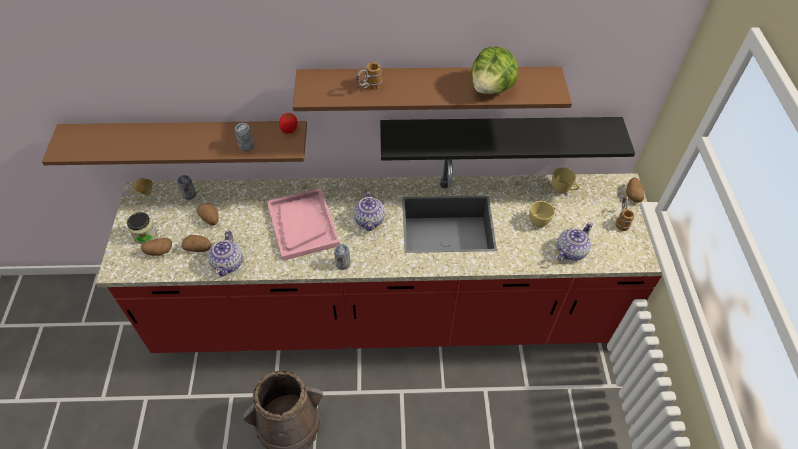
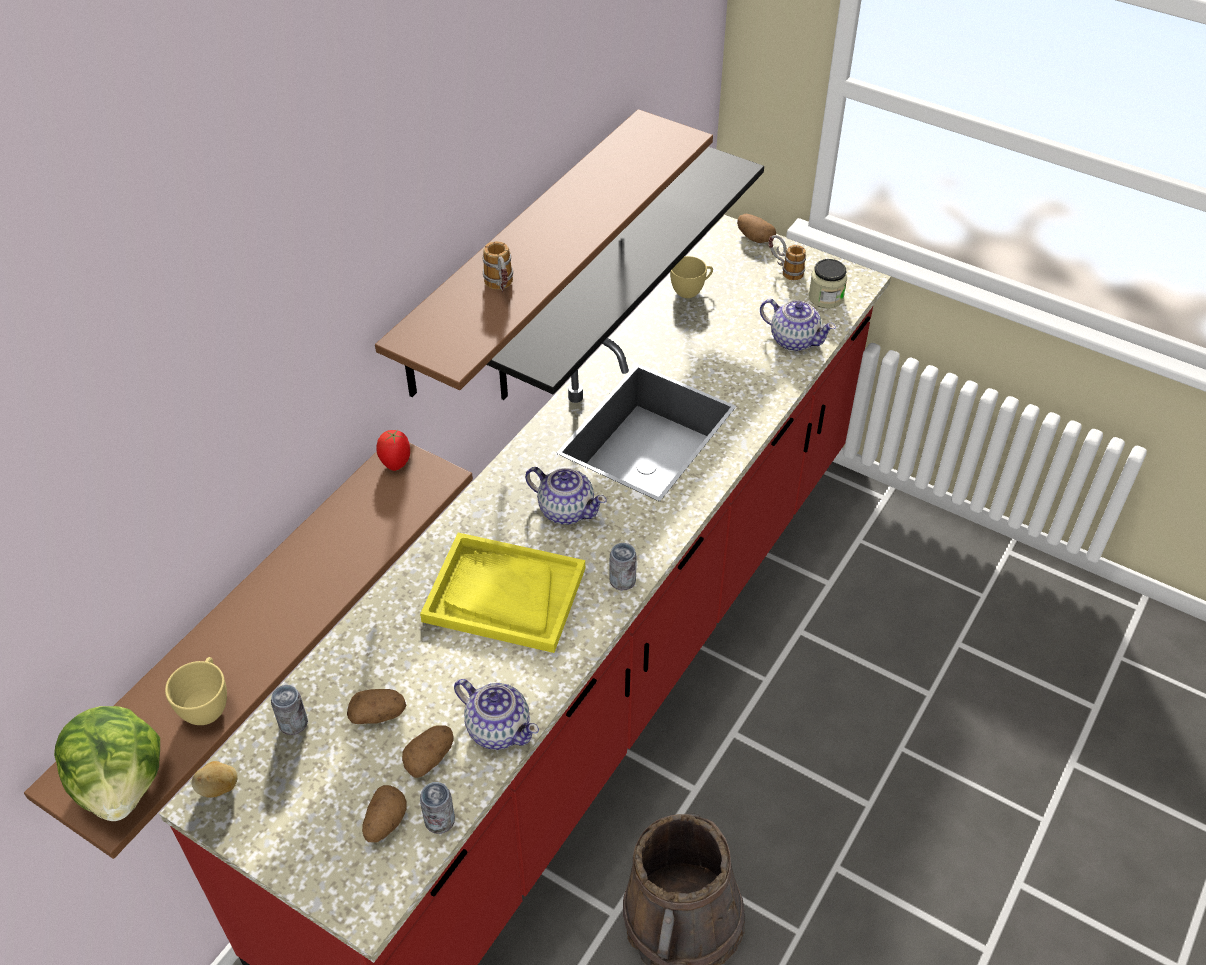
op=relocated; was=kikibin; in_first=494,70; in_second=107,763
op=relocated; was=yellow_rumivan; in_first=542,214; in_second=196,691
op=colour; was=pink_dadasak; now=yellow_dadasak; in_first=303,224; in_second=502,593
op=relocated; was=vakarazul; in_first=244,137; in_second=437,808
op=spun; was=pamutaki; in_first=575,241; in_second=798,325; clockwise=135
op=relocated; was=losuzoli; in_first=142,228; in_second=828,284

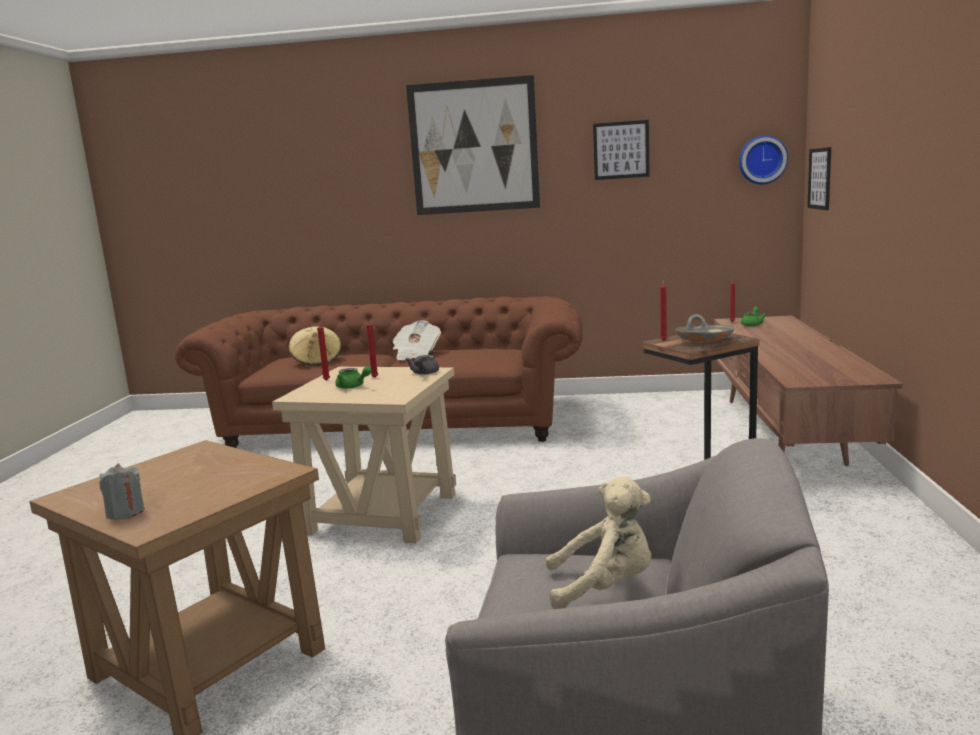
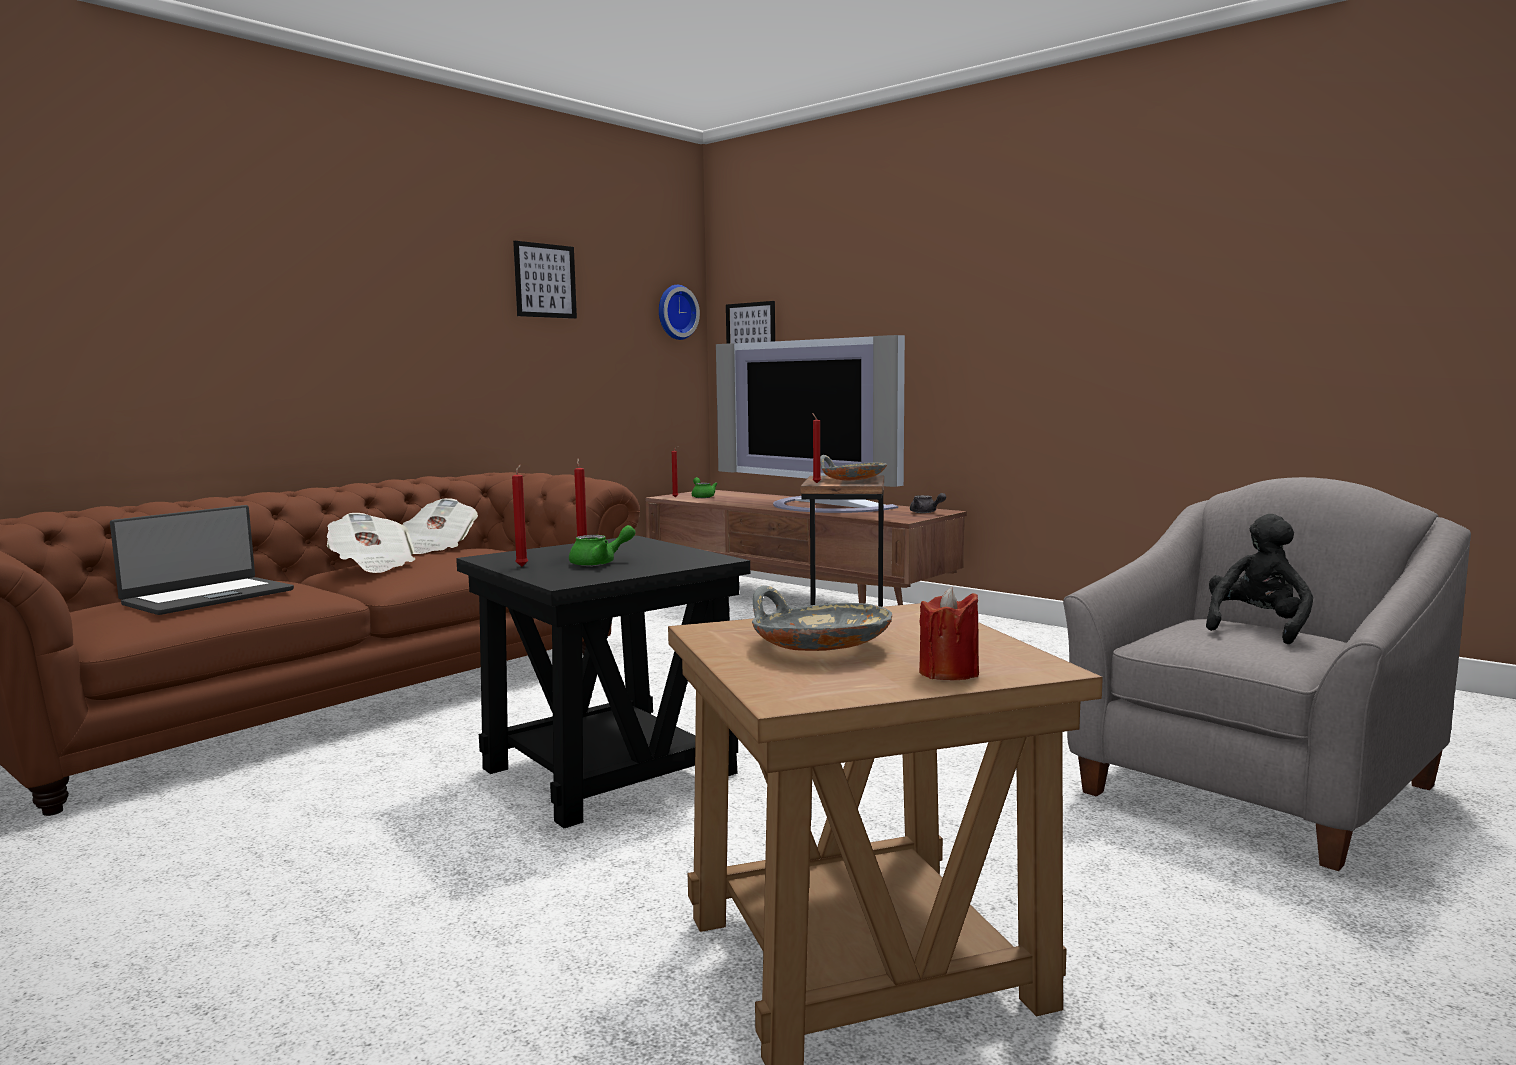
op=exchanged; was=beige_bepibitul; now=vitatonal; in_first=314,346; in_second=202,560
op=appeared; now=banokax; in_second=440,526
op=colour; was=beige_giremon; now=black_giremon; in_first=364,455; in_second=603,682
op=appeared; now=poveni; in_second=810,424
op=appeared; now=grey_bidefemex; in_second=822,618
op=relocated; was=grey_pamutaki; in_first=422,365; in_second=928,503
op=colour; was=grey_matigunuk; now=red_matigunuk; in_first=121,491; in_second=949,633
op=colour; was=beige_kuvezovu; now=black_kuvezovu; in_first=599,543; in_second=1259,579
op=missing; was=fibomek; in_first=473,145

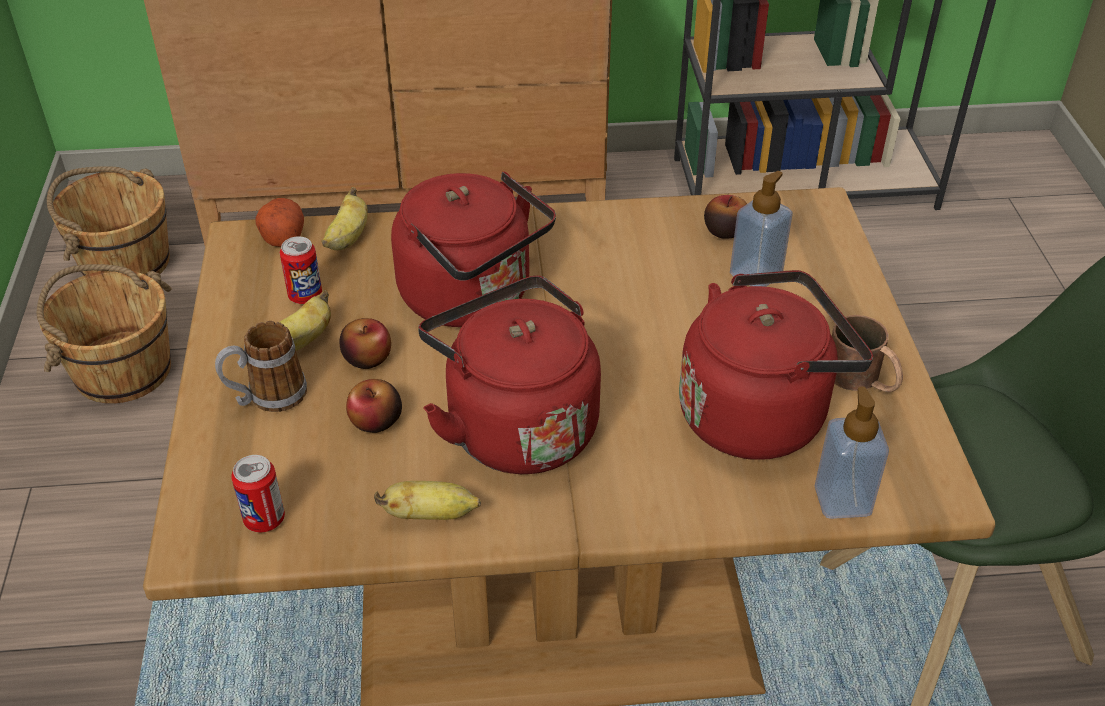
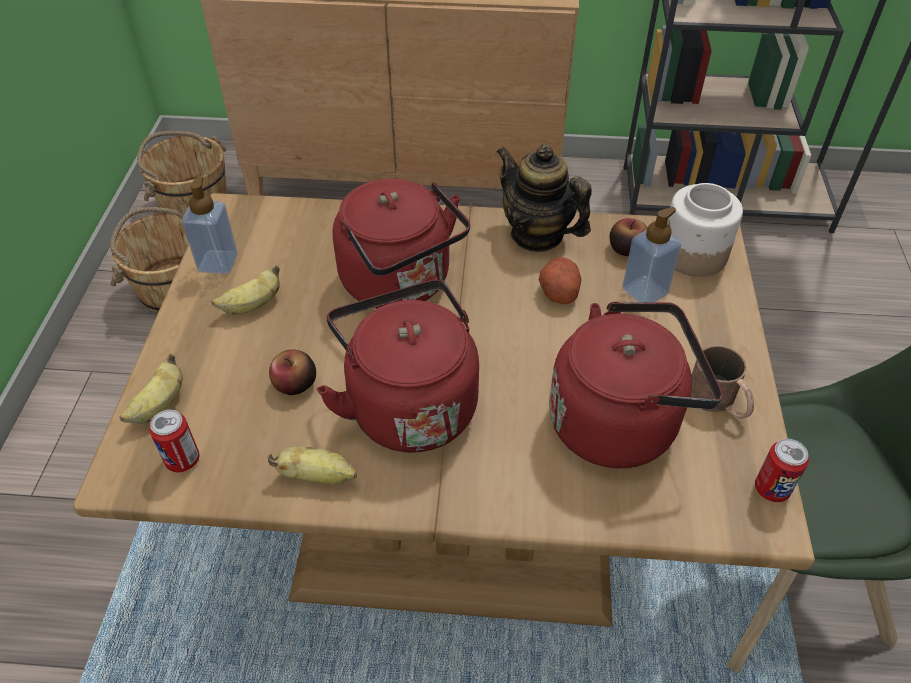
op=relocated; was=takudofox; in_first=345,218; in_second=151,389
op=relocated; was=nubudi; in_first=852,453; in_second=210,225
op=appeared; now=pamutaki; in_second=544,198
op=relocated; was=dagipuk; in_first=280,222; in_second=560,280
op=appeared; now=losuzoli; in_second=705,230
op=relocated; was=vakarazul; in_first=301,270; in_second=782,470
op=missing; was=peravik; in_first=261,366
op=missing; was=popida; in_first=365,343

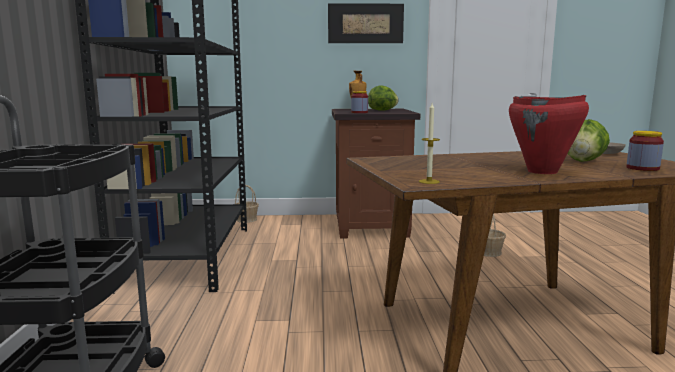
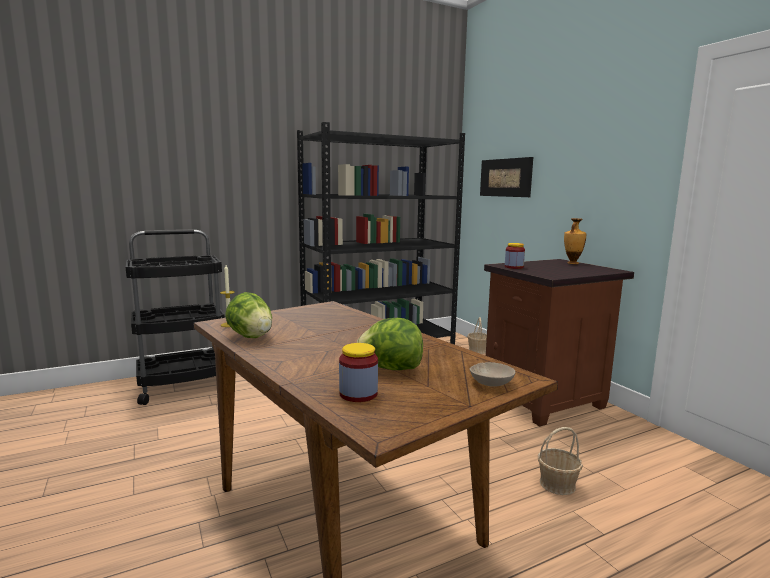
op=relocated; was=kikibin; in_first=383,98; in_second=248,315
op=relocated; was=fibomek; in_first=366,23; in_second=506,177
op=missing; was=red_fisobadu; in_first=549,134

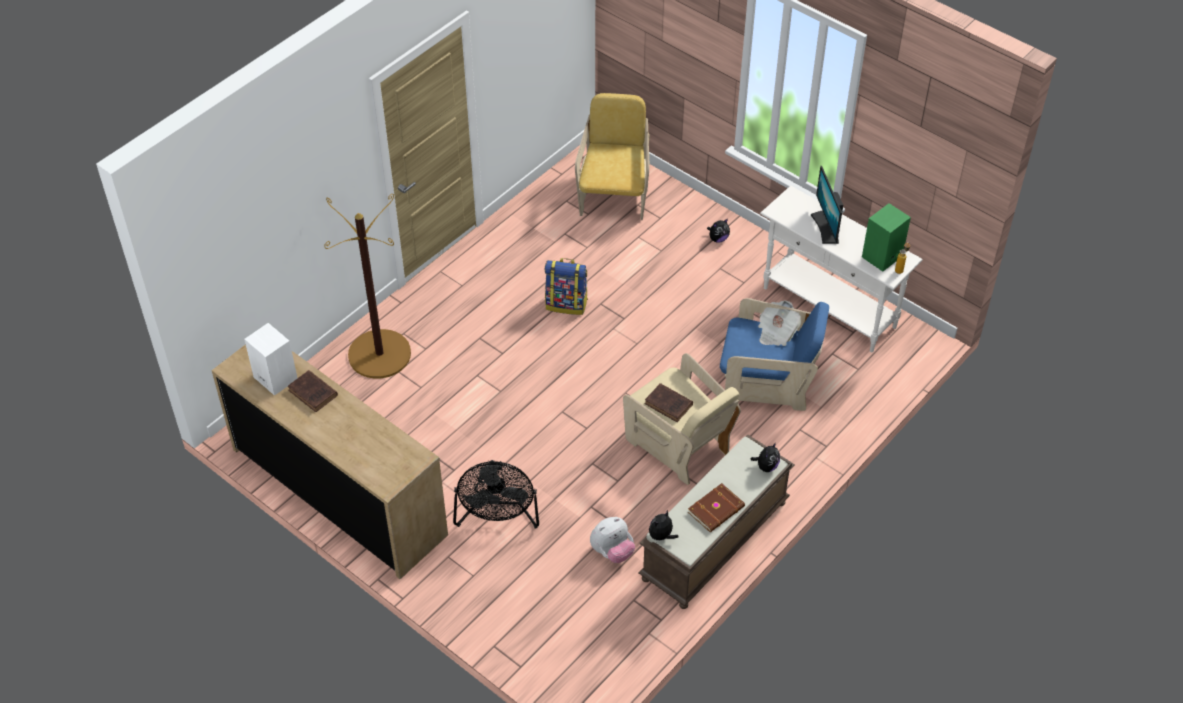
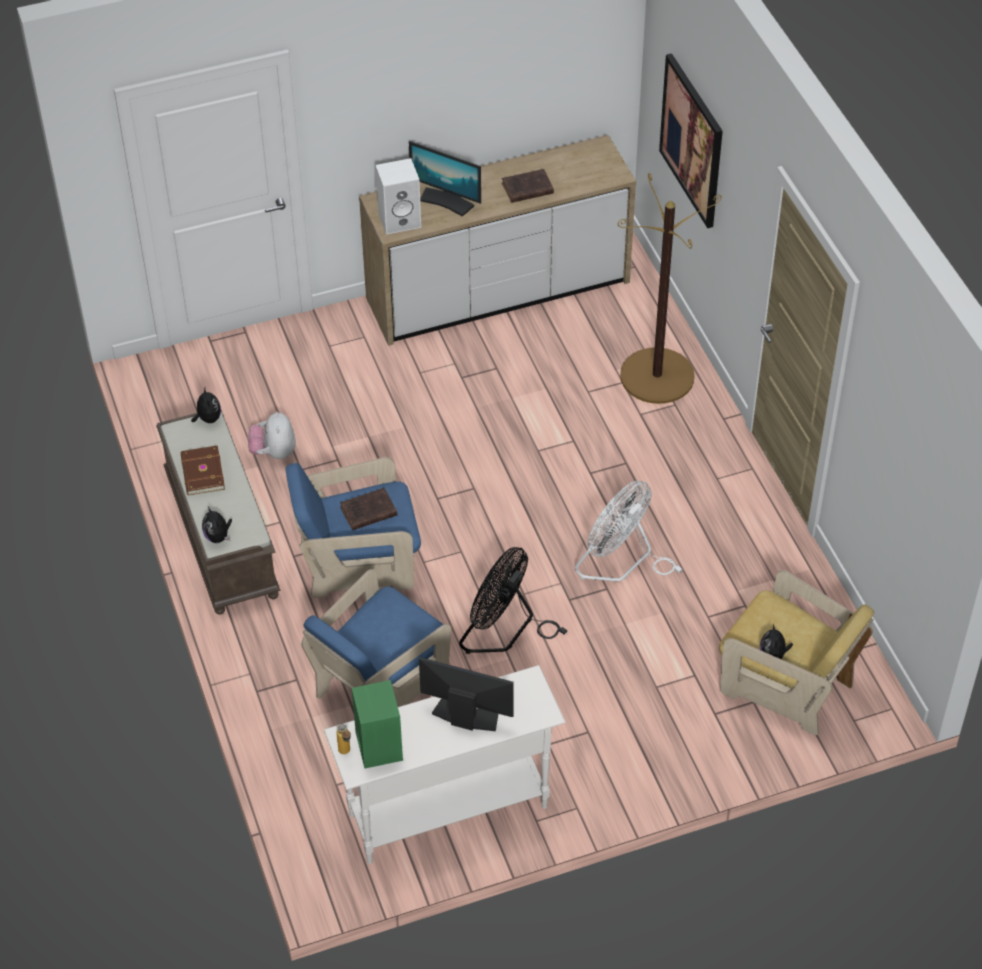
op=colour; was=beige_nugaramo; now=blue_nugaramo; in_first=682,419; in_second=353,527
op=relocated; was=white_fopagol; in_first=270,359; in_second=398,196
op=appeared; now=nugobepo; in_second=445,178
op=relocated; was=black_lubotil; in_first=496,494; in_second=513,600
op=exchanged; was=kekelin; now=white_lubotil; in_first=566,286; in_second=628,531
op=appeared; now=fibomek; in_second=691,140
op=relocated; was=kuvezovu; in_first=718,231; in_second=776,641
op=missing; was=banokax; in_first=779,323

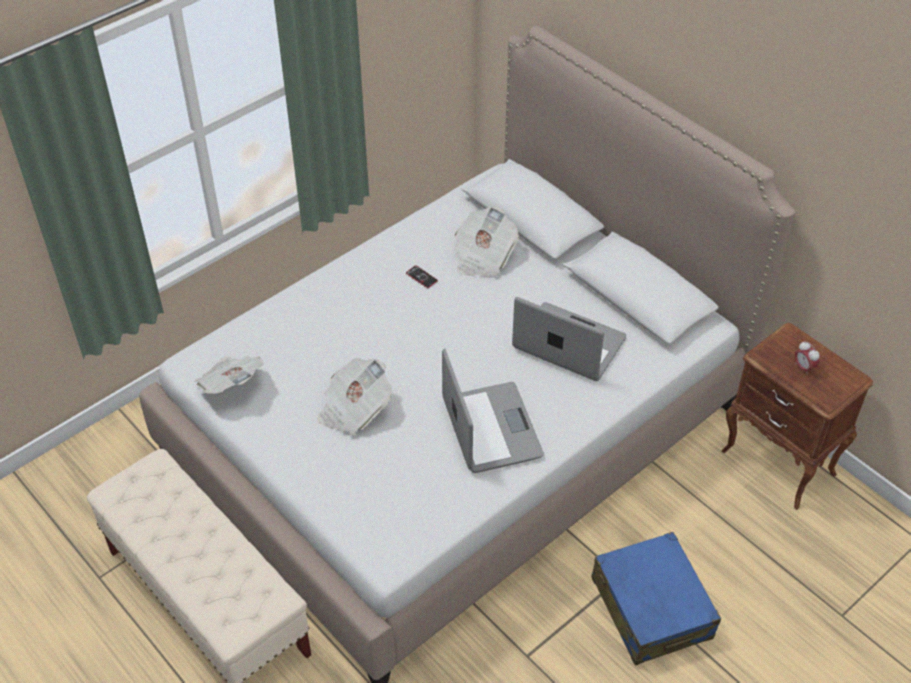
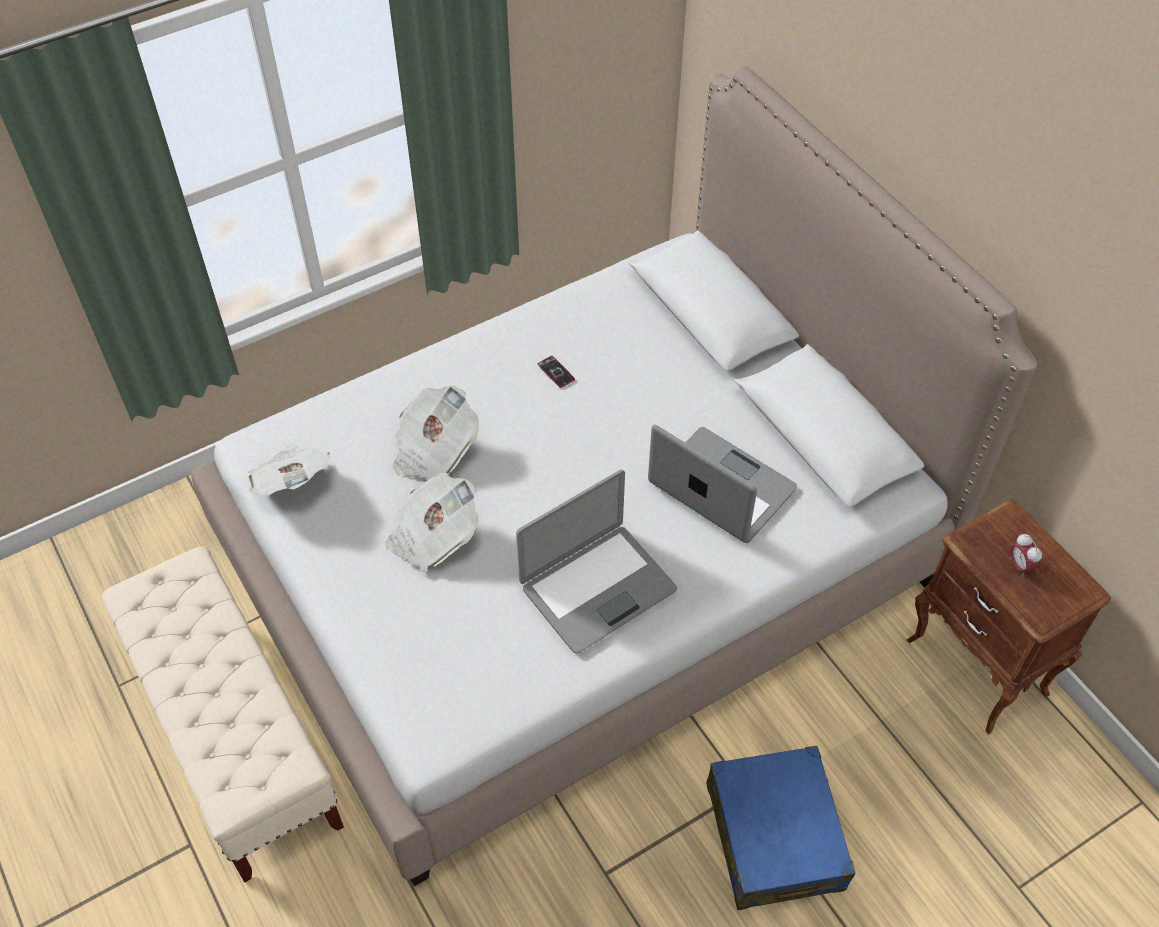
op=relocated; was=banokax; in_first=486,241; in_second=436,432
op=spun; was=vitatonal; in_first=493,411; in_second=596,561; clockwise=60

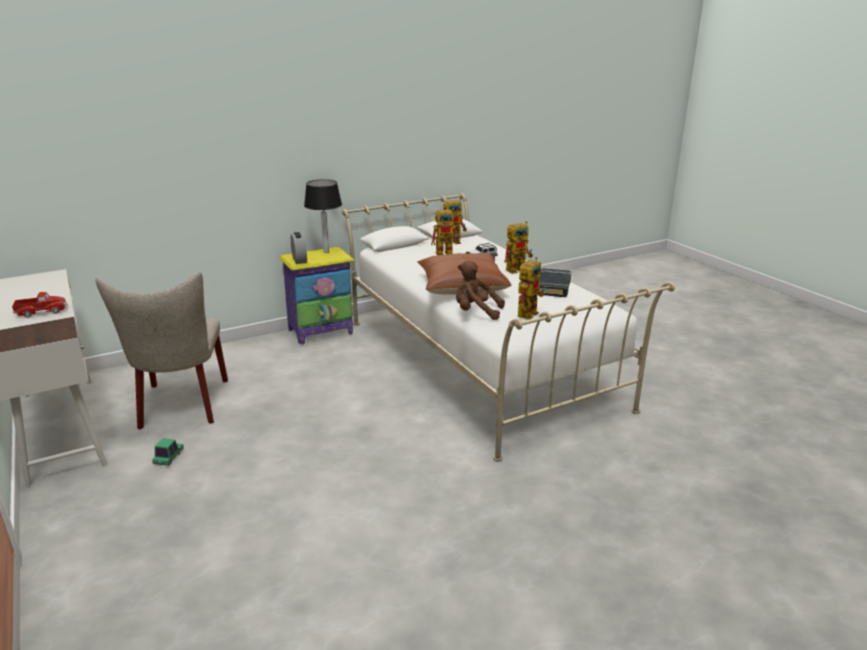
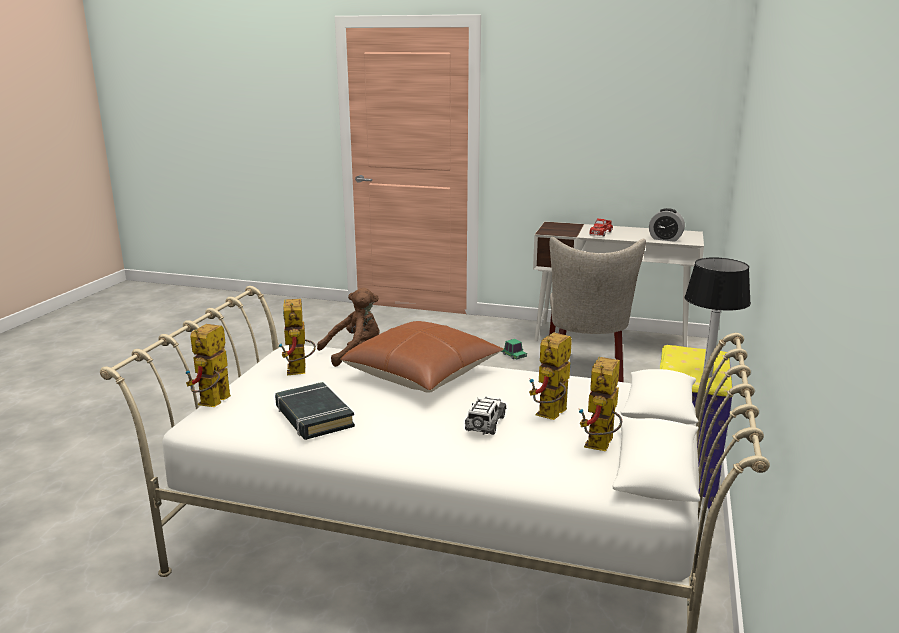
op=relocated; was=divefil; in_first=518,247; in_second=208,365
op=spun; was=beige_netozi; in_first=161,351; in_second=597,309; clockwise=-120
op=relocated; was=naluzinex; in_first=299,248; in_second=667,225

